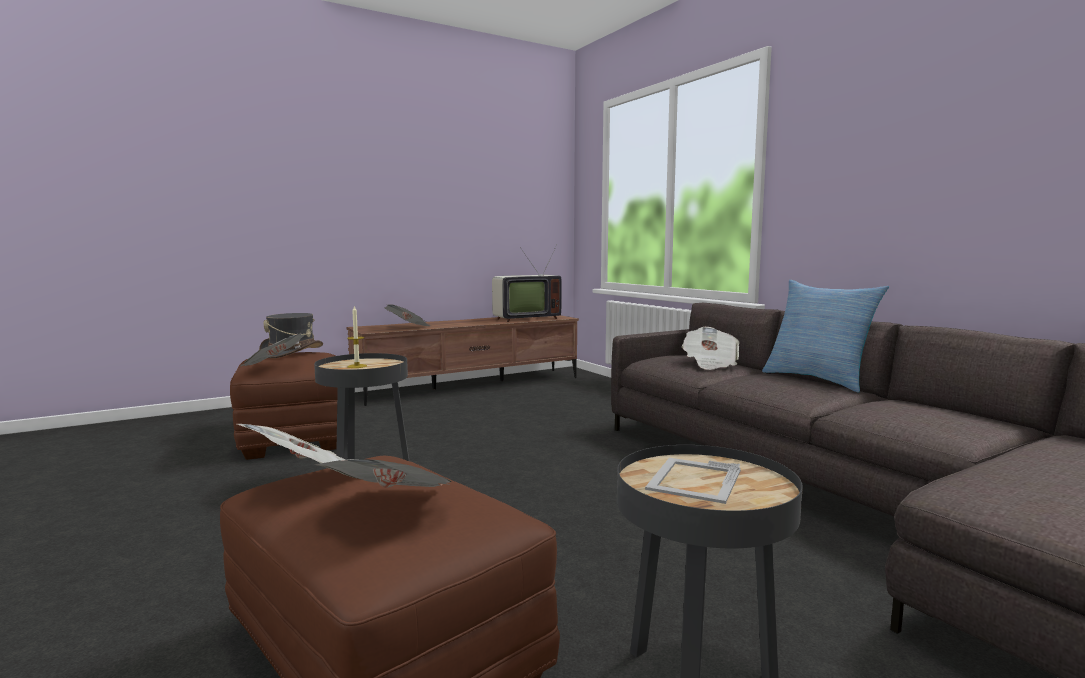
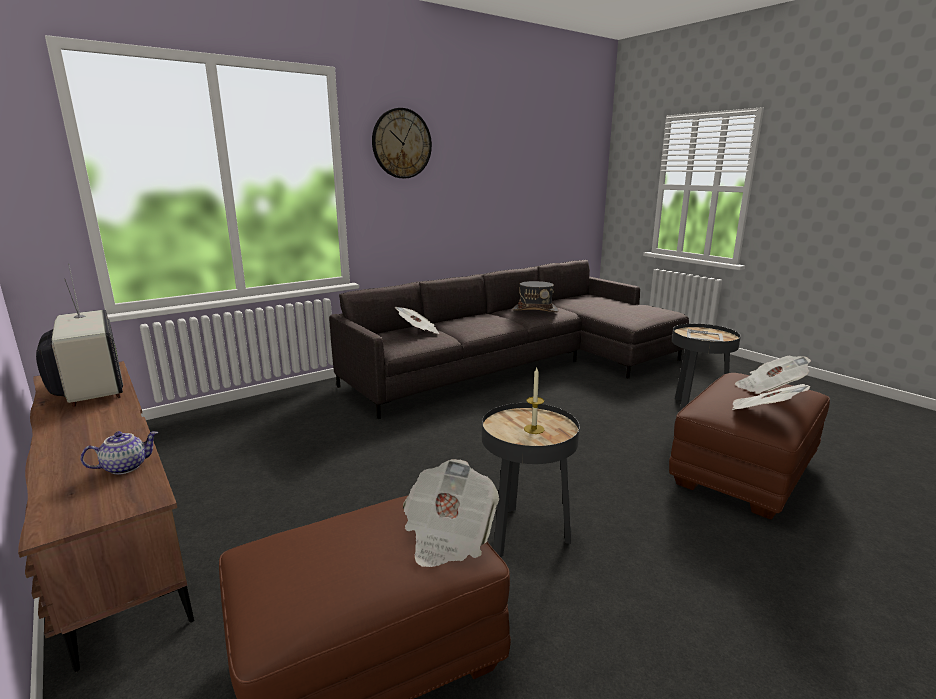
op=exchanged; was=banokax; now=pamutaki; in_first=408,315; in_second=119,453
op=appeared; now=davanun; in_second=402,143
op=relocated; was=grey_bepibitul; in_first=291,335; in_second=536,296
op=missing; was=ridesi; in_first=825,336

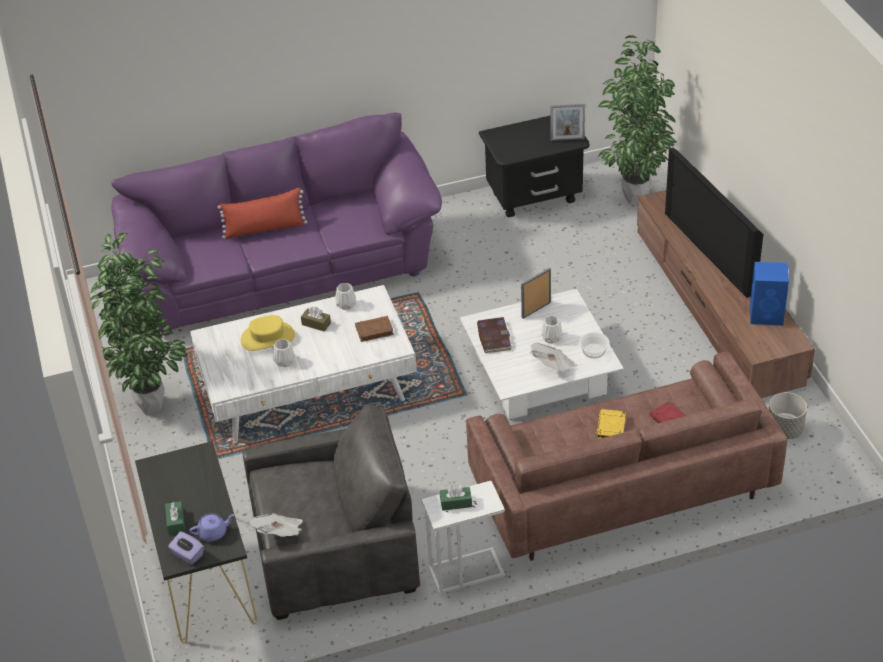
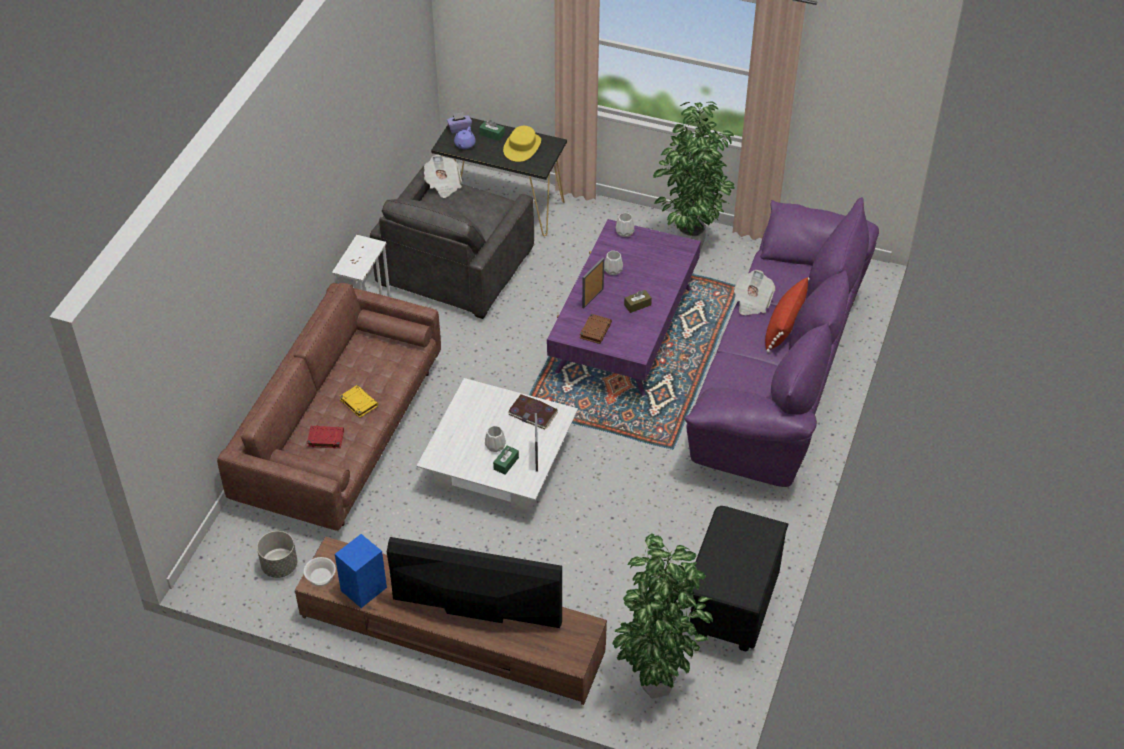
op=relocated; was=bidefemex; in_first=594,345; in_second=320,572
op=relocated; was=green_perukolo; in_first=456,497; in_second=506,460
op=relocated; was=yellow_bepibitul; in_first=268,333; in_second=522,144
op=colour; was=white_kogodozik; now=purple_kogodozik; in_first=303,364; in_second=624,307
op=relocated; was=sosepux; in_first=568,122; in_second=593,283
op=relocated; was=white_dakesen; in_first=345,296; in_second=625,225
op=relocated; was=banokax; in_first=553,357; in_second=754,292

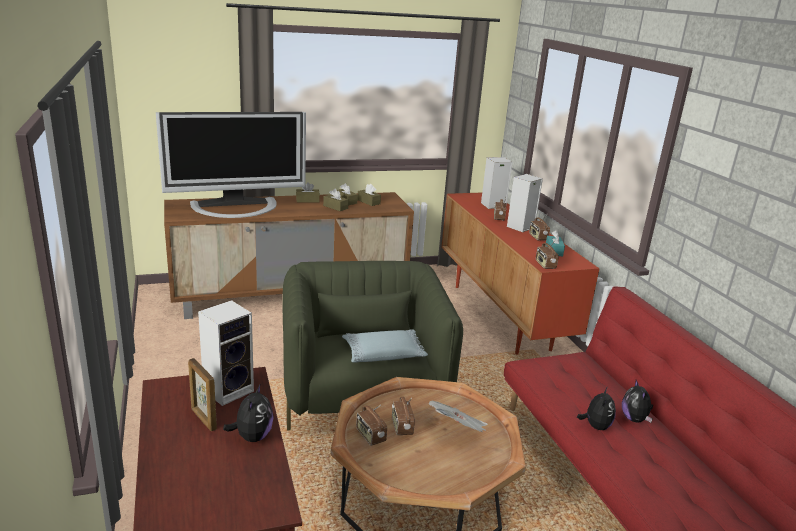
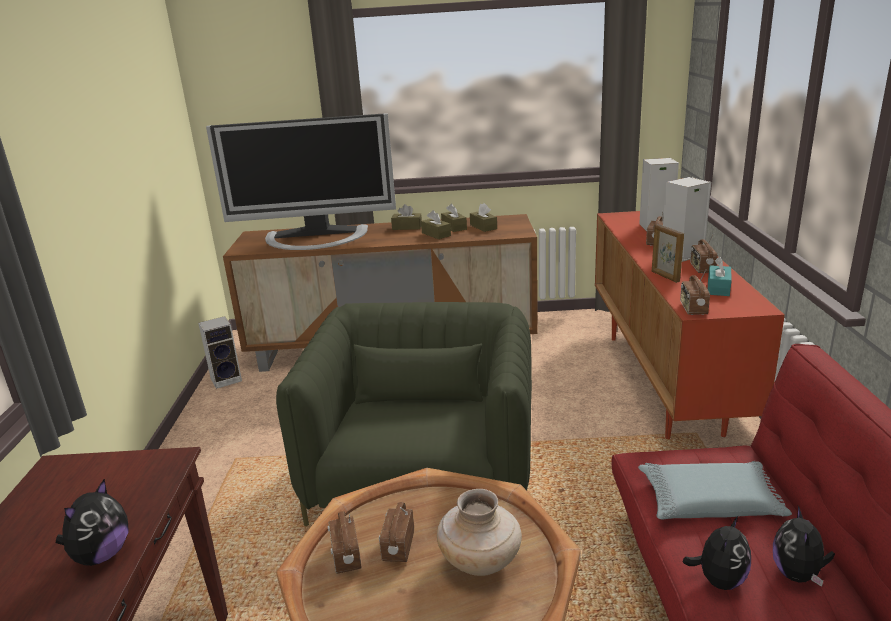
op=relocated; was=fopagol; in_first=226,353; in_second=220,352
op=exchanged; was=banokax; now=beige_dakesen; in_first=458,416; in_second=479,532
op=relocated; was=blue_ridesi; in_first=385,346; in_second=715,490
op=relocated; was=sosepux; in_first=202,394; in_second=668,253

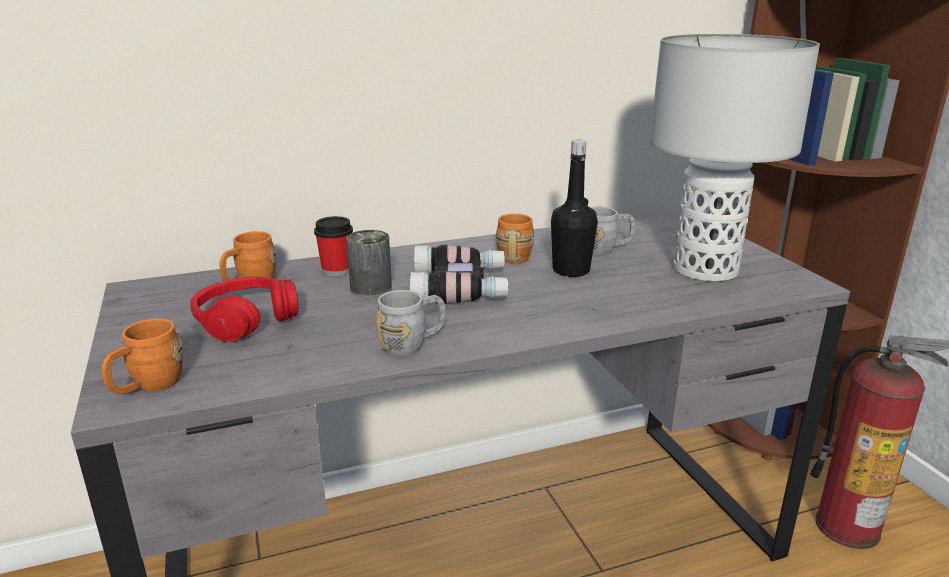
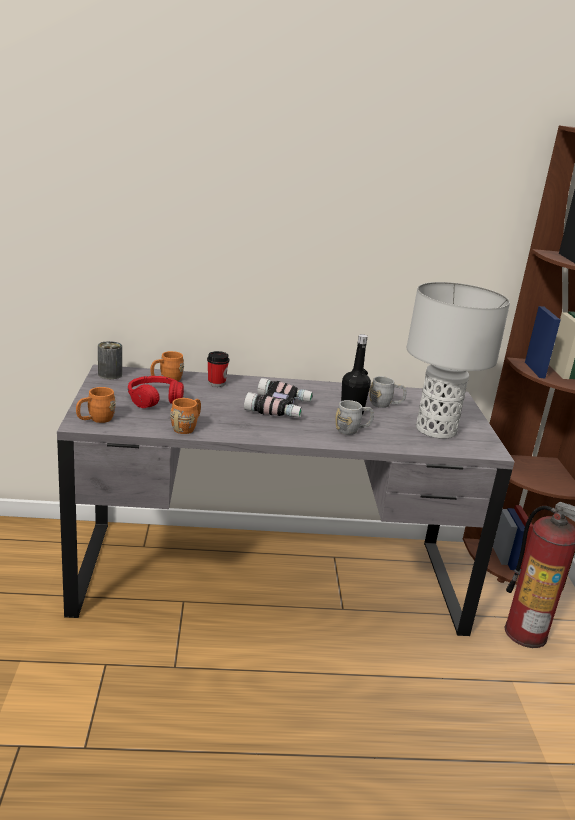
op=relocated; was=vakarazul; in_first=369,264; in_second=110,360
op=relocated; was=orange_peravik; in_first=515,239; in_second=185,416
op=relocated; was=grey_peravik; in_first=410,323; in_second=354,417

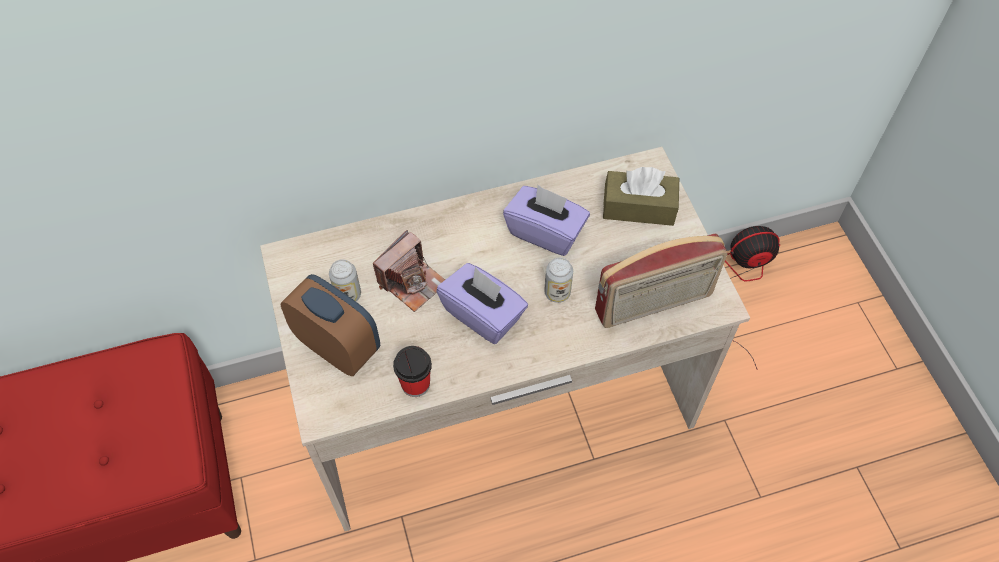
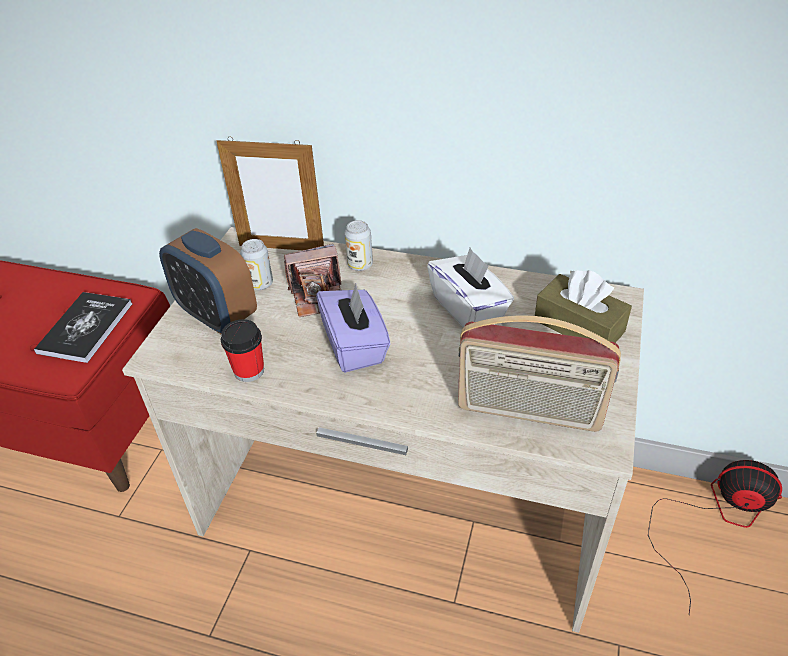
op=appeared; now=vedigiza; in_second=83,327
op=spun; was=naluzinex; in_first=330,325; in_second=208,281; clockwise=150
op=appeared; now=sosepux; in_second=270,193
op=relocated; was=vakarazul; in_first=558,280; in_second=359,245
op=colour; was=purple_perukolo; now=white_perukolo; in_first=546,220; in_second=470,287

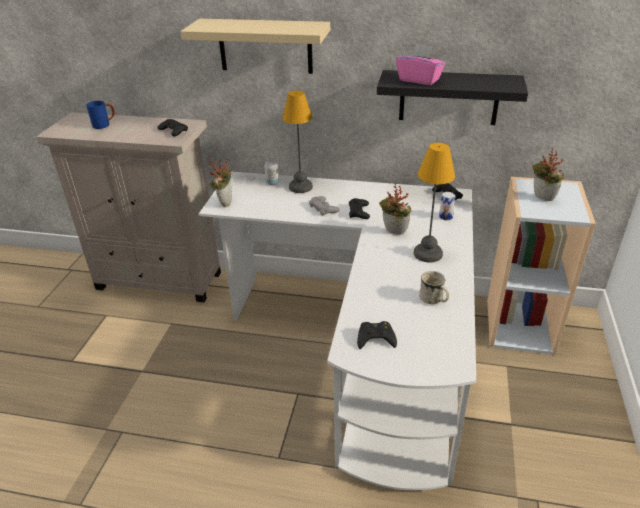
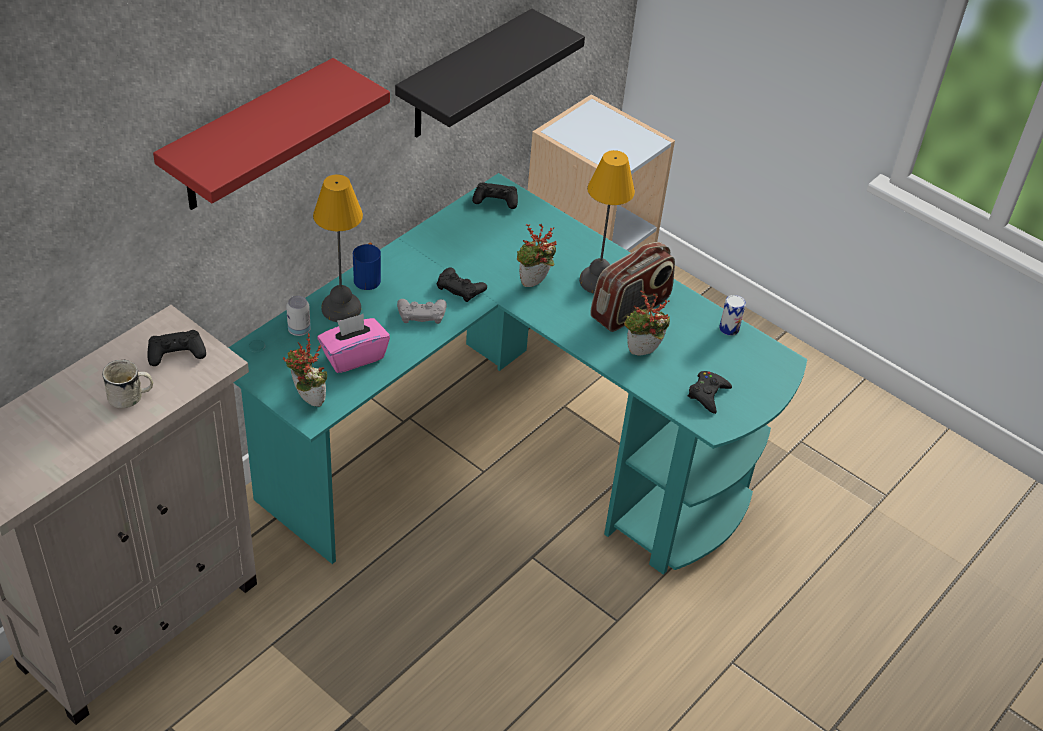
op=relocated; was=white_peravik; in_first=434,287; in_second=127,384
op=colour; was=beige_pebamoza; now=red_pebamoza; in_first=255,46; in_second=271,134
op=colour; was=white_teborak; now=turquoise_teborak; in_first=337,331; in_second=517,374
op=relocated; was=pink_perukolo; in_first=420,64; in_second=353,343
op=relocated; was=blue_peravik; in_first=100,115; in_second=367,266
op=appeared; now=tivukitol; in_second=632,287
op=relocated; was=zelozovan; in_first=548,174; in_second=647,323
op=relocated; was=vakarazul; in_first=447,206; in_second=732,315

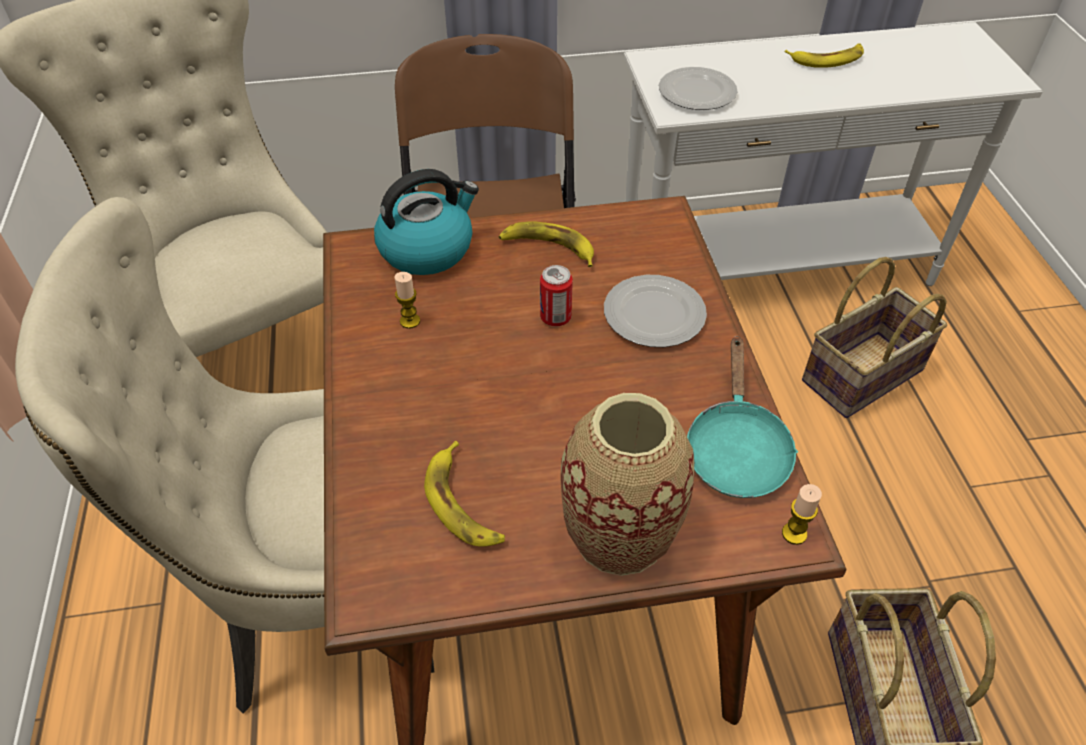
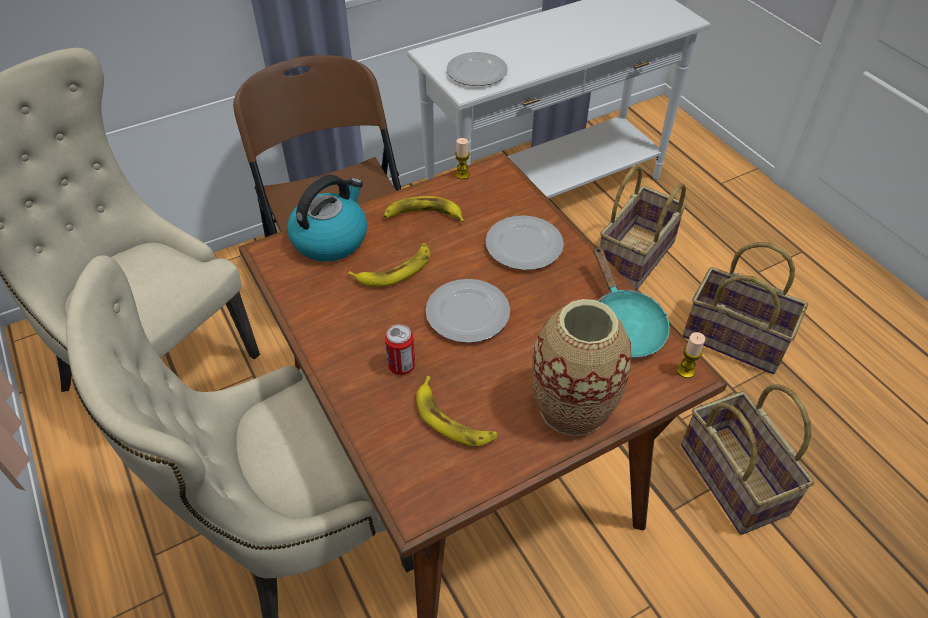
op=relocated; was=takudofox; in_first=824,55; in_second=389,265
op=relocated; was=vakarazul; in_first=556,295; in_second=400,349
op=appeared; now=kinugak; in_second=468,311
op=relocated; was=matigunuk; in_first=407,300; in_second=462,158
op=appeared; now=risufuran; in_second=745,308

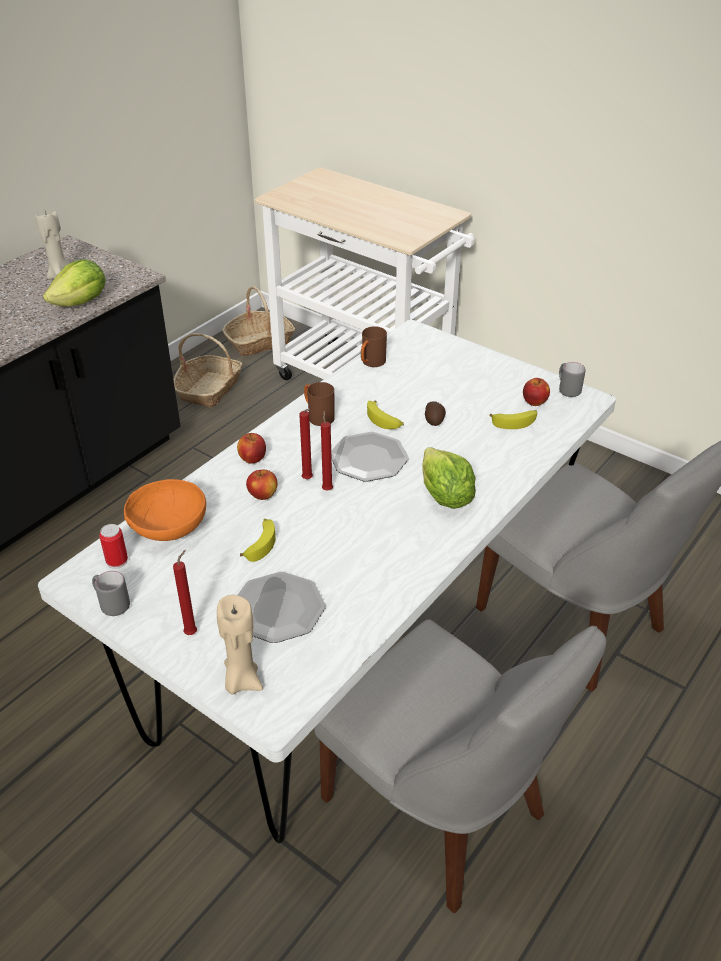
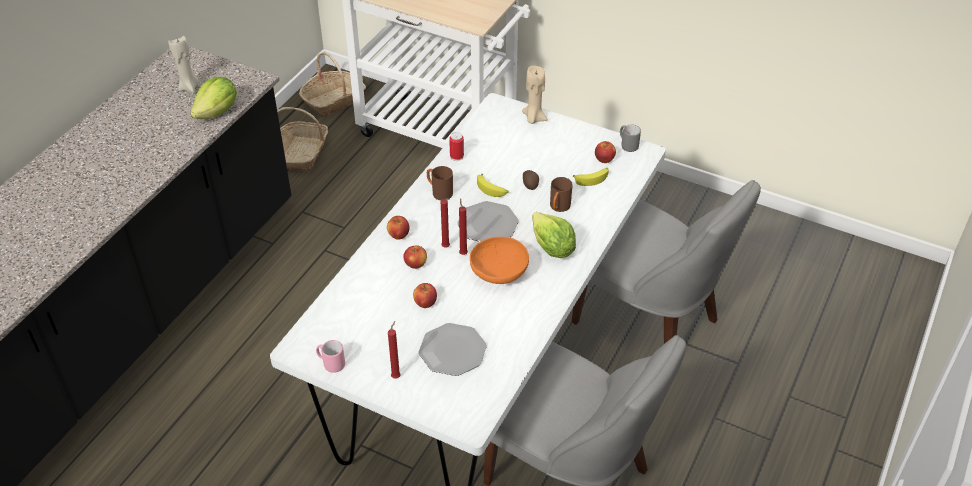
op=colour; was=grey_peravik; now=pink_peravik; in_first=111,593; in_second=330,356
op=exchanged; was=takudofox; now=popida; in_first=258,540; in_second=425,295
op=relocated; was=vakarazul; in_first=113,546; in_second=456,146
op=relocated; was=orange_bidefemex; in_first=165,510; in_second=499,260
op=relocated; was=beige_matigunuk; in_first=240,645; in_second=535,95
op=relocated; was=brown_peravik; in_first=374,346; in_second=561,194

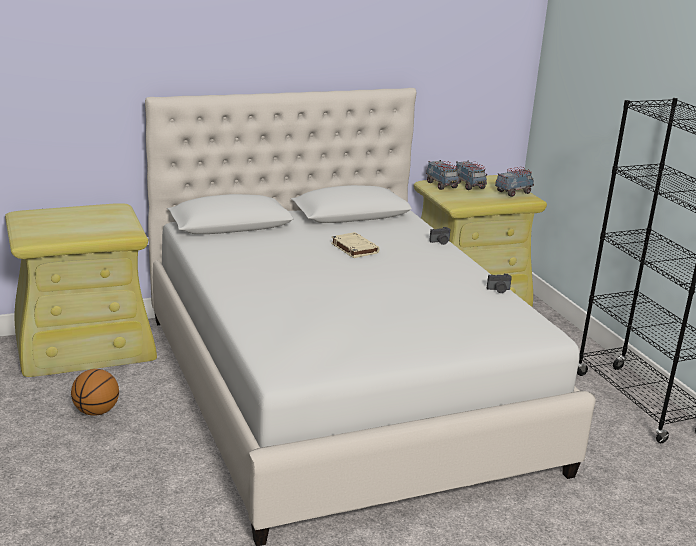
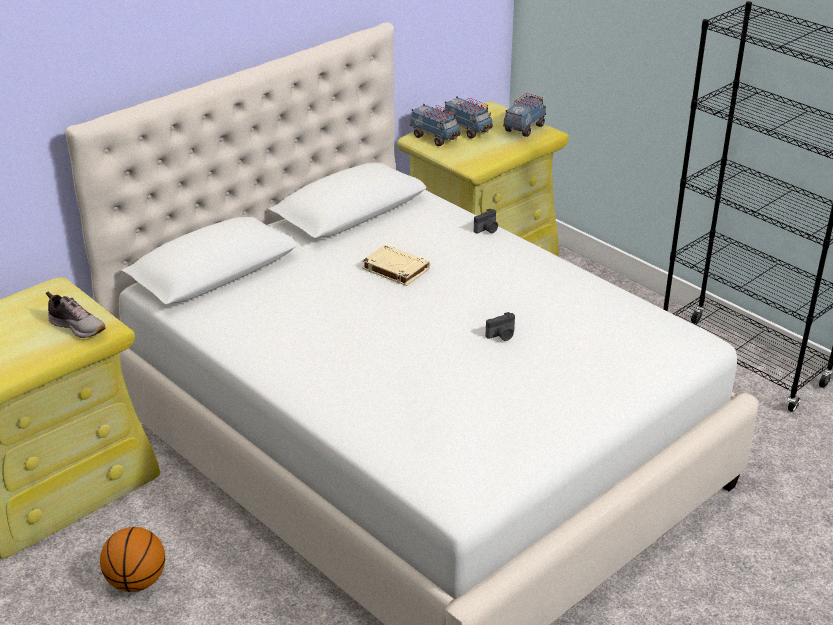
op=appeared; now=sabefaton; in_second=76,315
op=relocated; was=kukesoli; in_first=499,283; in_second=500,326

